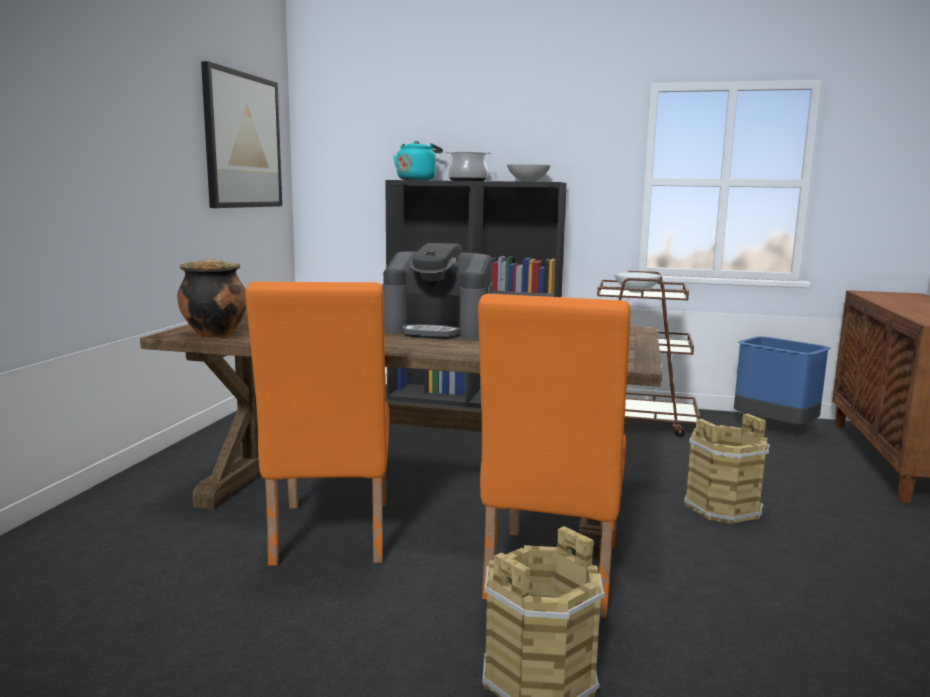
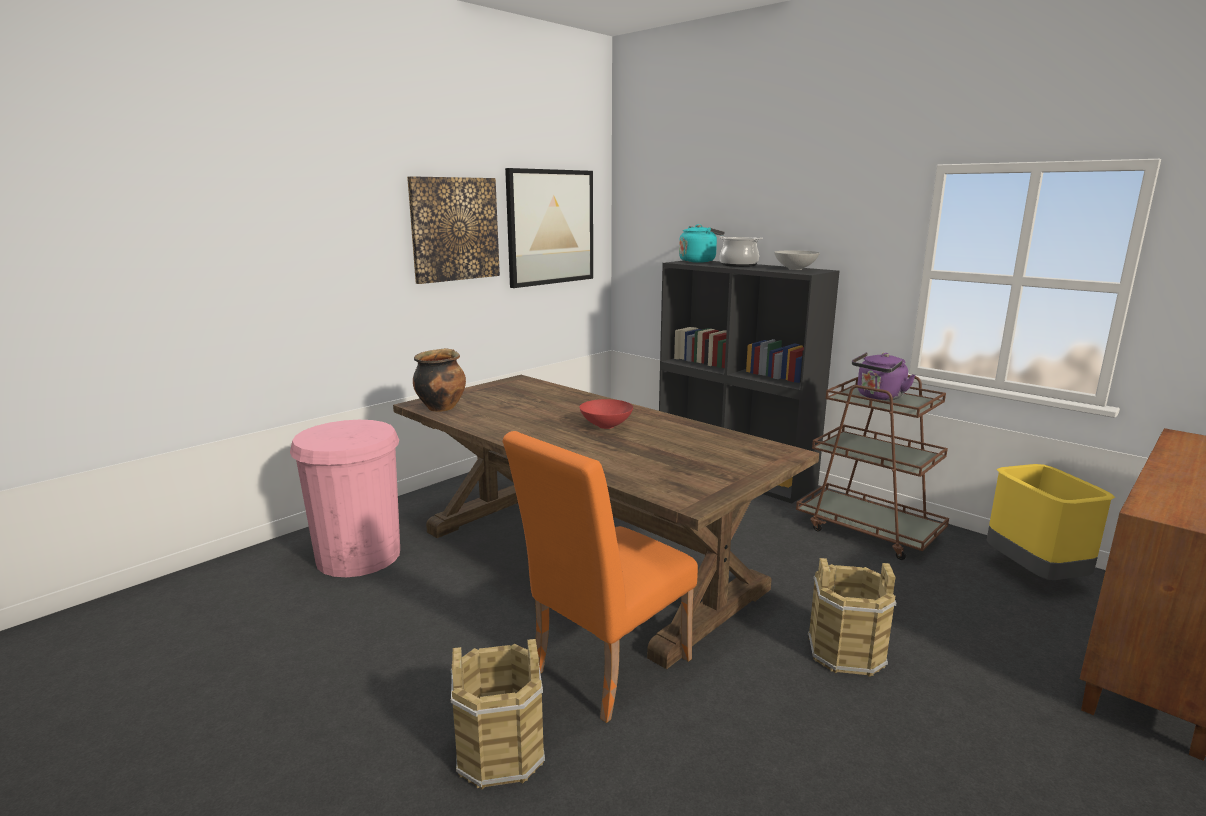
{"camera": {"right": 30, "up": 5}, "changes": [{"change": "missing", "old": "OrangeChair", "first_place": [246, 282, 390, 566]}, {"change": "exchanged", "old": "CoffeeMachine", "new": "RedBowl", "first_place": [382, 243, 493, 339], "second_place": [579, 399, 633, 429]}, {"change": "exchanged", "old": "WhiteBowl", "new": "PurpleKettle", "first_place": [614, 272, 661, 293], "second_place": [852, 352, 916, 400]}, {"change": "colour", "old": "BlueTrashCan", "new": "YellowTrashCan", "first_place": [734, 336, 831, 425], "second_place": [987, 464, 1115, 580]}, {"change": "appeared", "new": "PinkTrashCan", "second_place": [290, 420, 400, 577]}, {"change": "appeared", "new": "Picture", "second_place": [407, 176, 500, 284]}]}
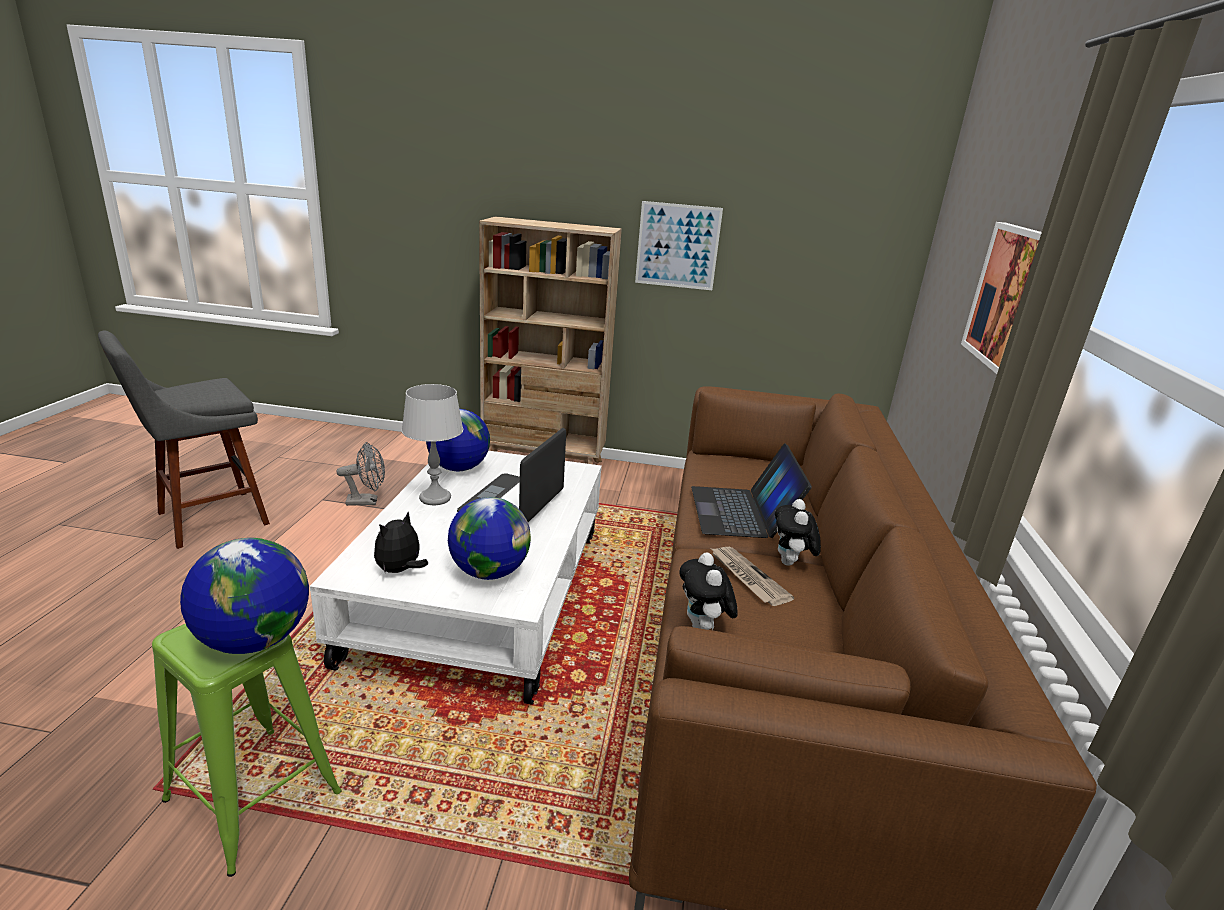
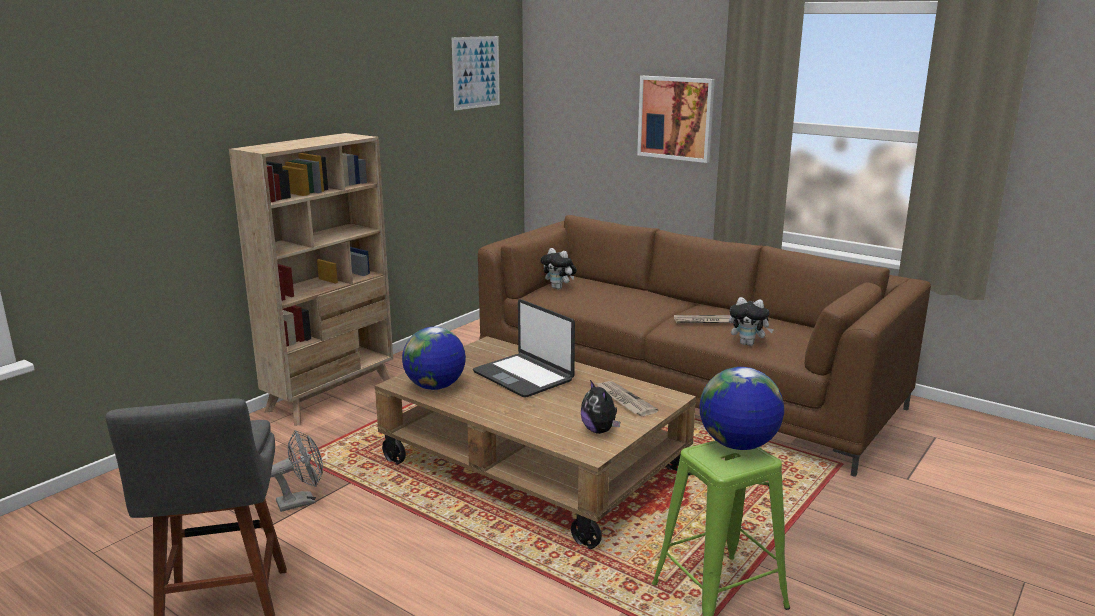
{"camera": {"right": -60, "up": -5}, "changes": [{"change": "colour", "old": "WhiteCoffeeTable", "new": "BrownCoffeeTable", "first_place": [310, 451, 602, 705], "second_place": [375, 336, 696, 549]}, {"change": "spun", "old": "GreyFan", "first_place": [336, 442, 385, 506], "second_place": [270, 430, 323, 512], "degrees": 45}, {"change": "missing", "old": "GreyTableLamp", "first_place": [402, 384, 463, 505]}, {"change": "exchanged", "old": "Globe", "new": "Newspaper", "first_place": [448, 497, 531, 580], "second_place": [596, 381, 658, 416]}, {"change": "relocated", "old": "Picture", "first_place": [635, 201, 723, 290], "second_place": [452, 36, 500, 110]}, {"change": "missing", "old": "Laptop", "first_place": [691, 443, 812, 538]}, {"change": "relocated", "old": "PlushToy", "first_place": [775, 499, 821, 566], "second_place": [541, 248, 577, 289]}]}
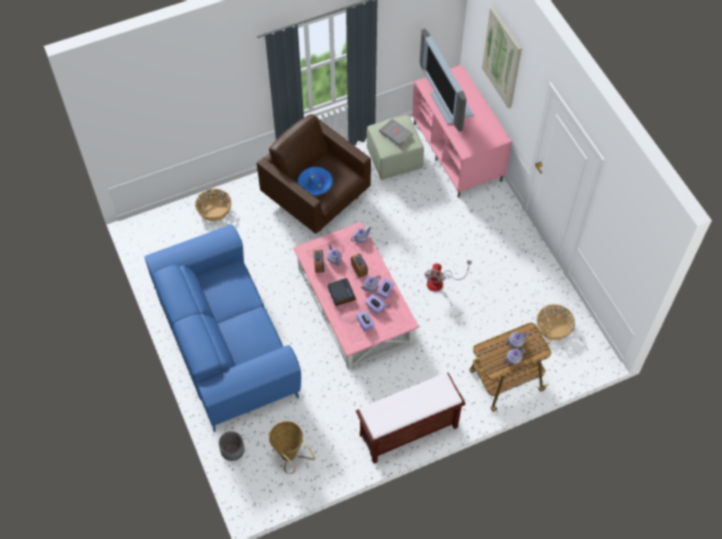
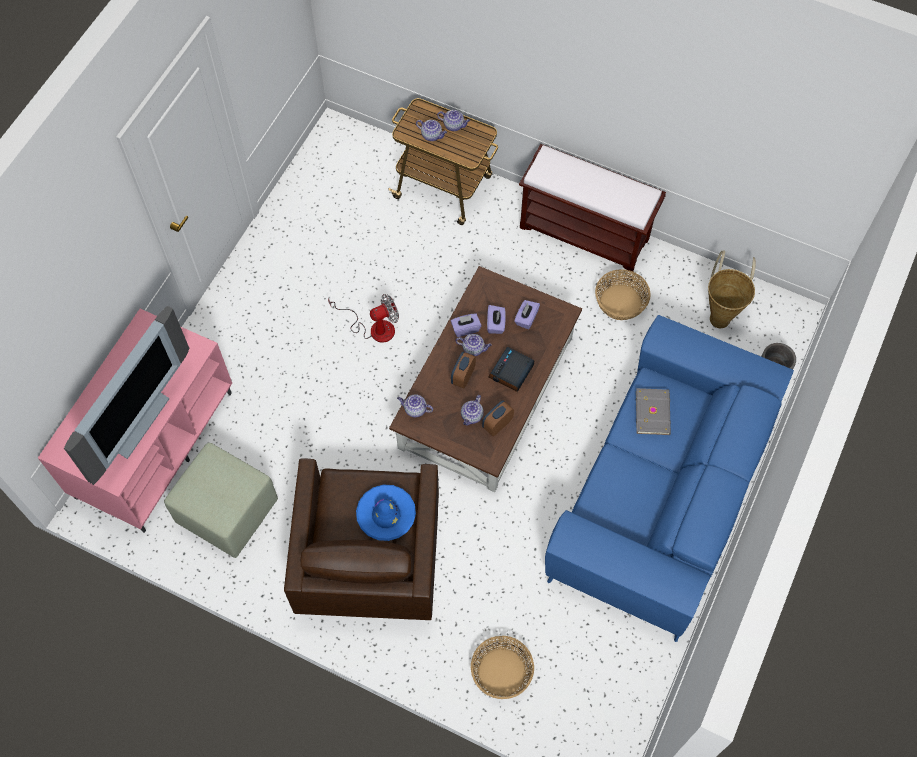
{"camera": {"right": -130, "up": 5}, "changes": [{"change": "colour", "old": "PinkCoffeeTable", "new": "BrownCoffeeTable", "first_place": [293, 222, 419, 370], "second_place": [389, 266, 582, 492]}, {"change": "relocated", "old": "GreyBook", "first_place": [379, 119, 413, 147], "second_place": [636, 388, 671, 435]}, {"change": "missing", "old": "Picture", "first_place": [482, 7, 522, 109]}, {"change": "relocated", "old": "Basket", "first_place": [536, 304, 575, 340], "second_place": [595, 269, 650, 320]}]}
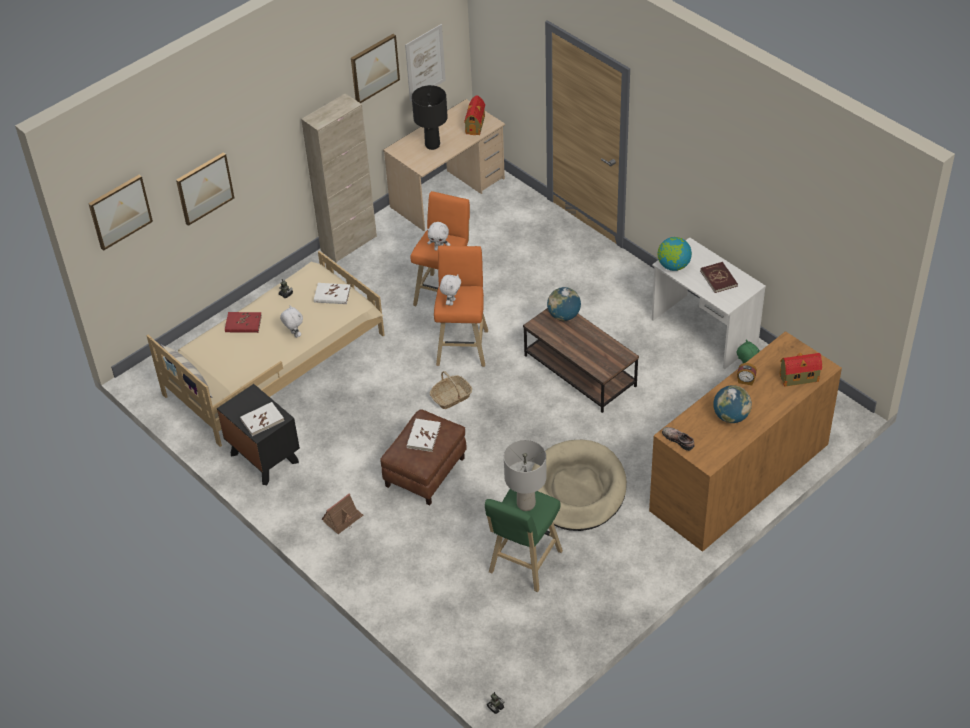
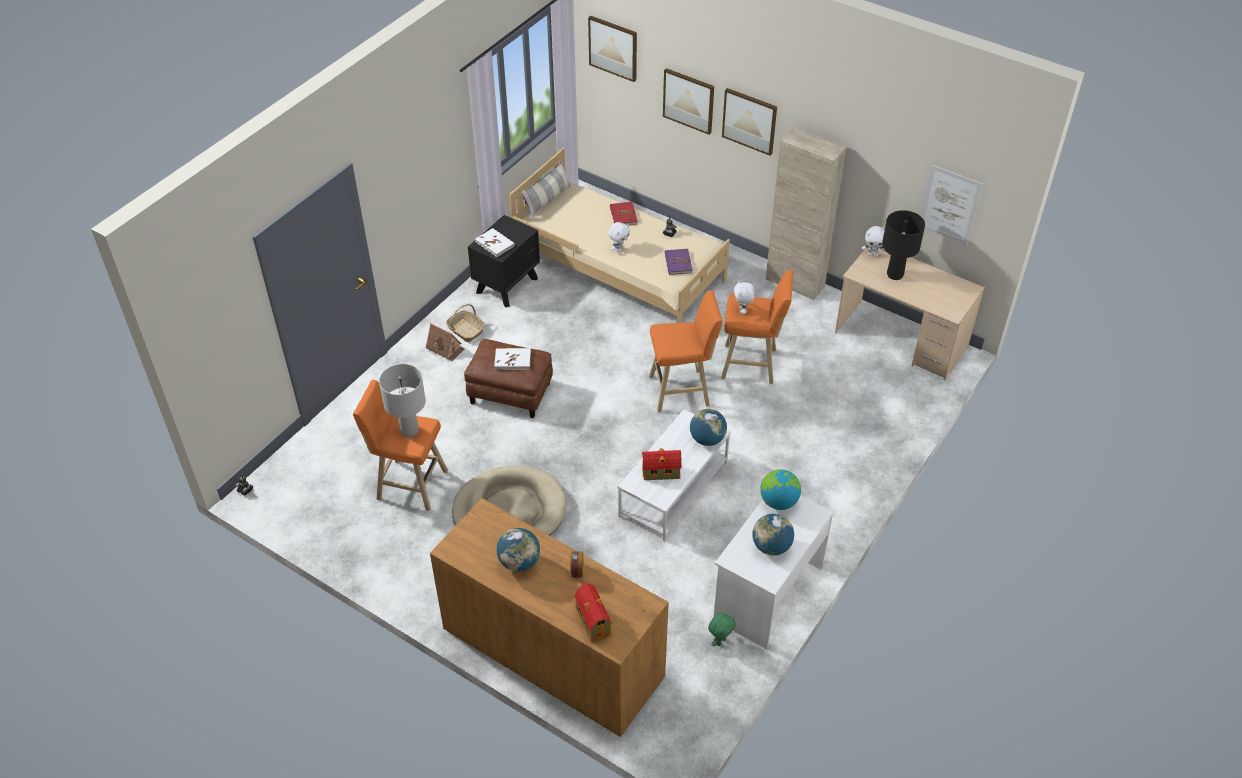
{"camera": {"right": 75, "up": 0}, "changes": [{"change": "colour", "old": "WhiteBook", "new": "PurpleBook", "first_place": [314, 283, 351, 304], "second_place": [665, 249, 693, 275]}, {"change": "relocated", "old": "Picture", "first_place": [351, 34, 400, 103], "second_place": [722, 88, 777, 156]}, {"change": "relocated", "old": "Basket", "first_place": [430, 371, 472, 409], "second_place": [446, 304, 485, 342]}, {"change": "relocated", "old": "WhitePlushToy", "first_place": [440, 275, 461, 306], "second_place": [862, 226, 885, 257]}, {"change": "relocated", "old": "ToyHouse", "first_place": [464, 95, 485, 135], "second_place": [642, 448, 682, 480]}, {"change": "colour", "old": "GreenStool", "new": "OrangeStool", "first_place": [485, 489, 563, 592], "second_place": [353, 380, 448, 511]}, {"change": "colour", "old": "BrownCoffeeTable", "new": "WhiteCoffeeTable", "first_place": [523, 308, 639, 413], "second_place": [617, 409, 731, 541]}, {"change": "missing", "old": "Shoe", "first_place": [662, 427, 694, 451]}, {"change": "exchanged", "old": "RedBook", "new": "Globe", "first_place": [700, 262, 738, 293], "second_place": [752, 514, 794, 555]}]}
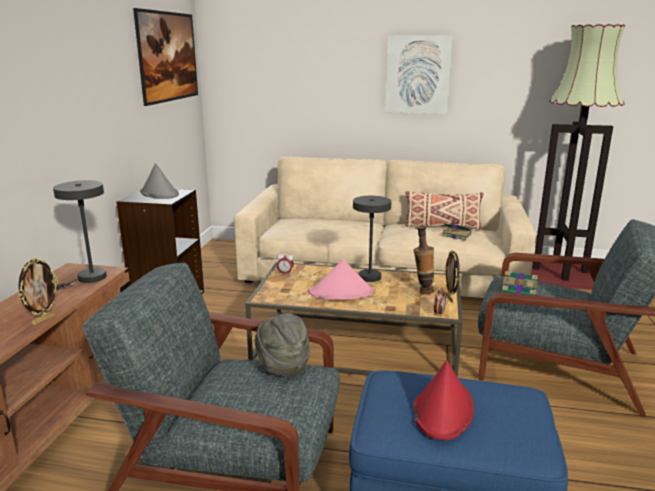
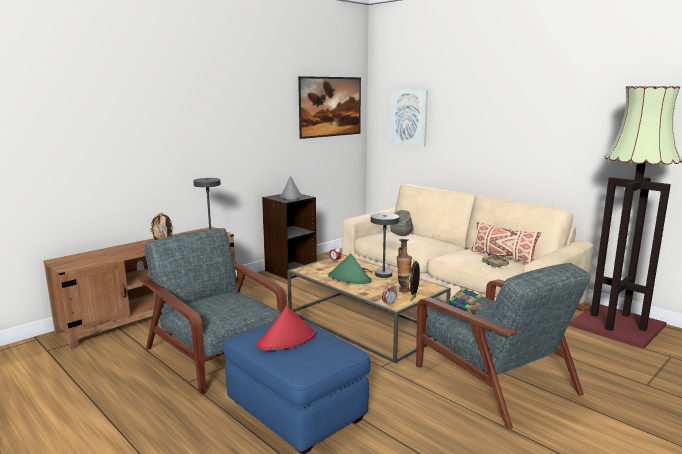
{"camera": {"right": 35, "up": -5}, "changes": [{"change": "relocated", "old": "GreyHat", "first_place": [254, 313, 310, 377], "second_place": [390, 210, 413, 236]}, {"change": "colour", "old": "PinkHat", "new": "GreenHat", "first_place": [309, 259, 374, 300], "second_place": [328, 254, 372, 284]}, {"change": "relocated", "old": "Picture", "first_place": [385, 35, 453, 114], "second_place": [389, 90, 428, 147]}]}
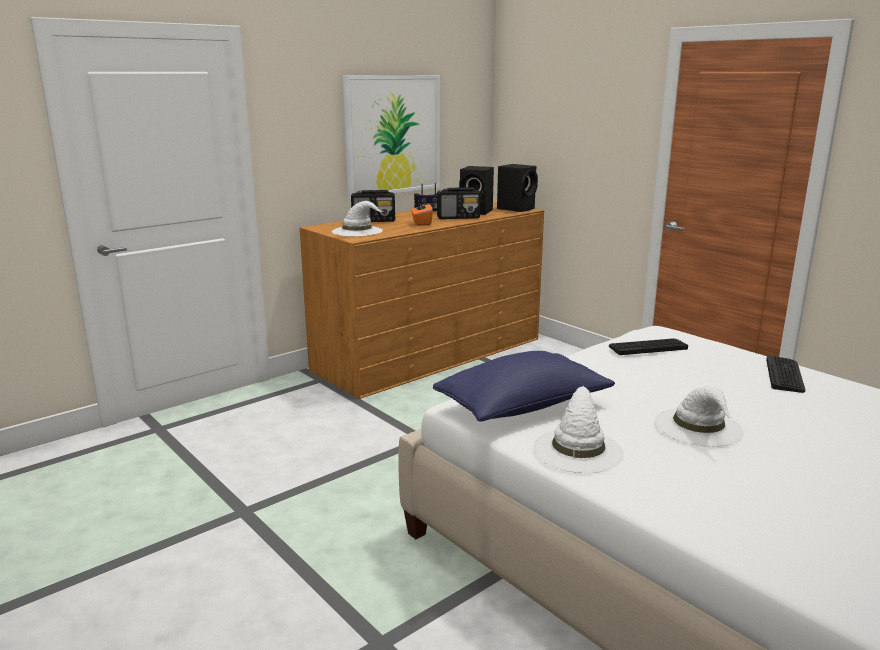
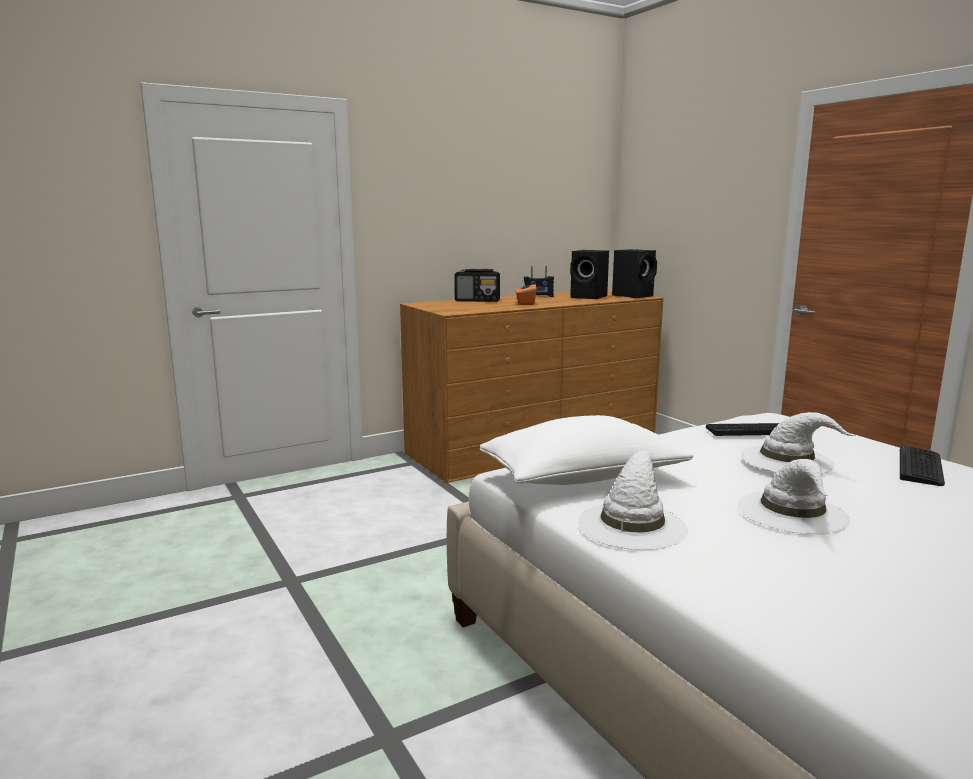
{"camera": {"right": 10, "up": -5}, "changes": [{"change": "relocated", "old": "WhiteHat", "first_place": [332, 201, 383, 236], "second_place": [741, 412, 856, 474]}, {"change": "missing", "old": "Picture", "first_place": [343, 75, 440, 199]}, {"change": "colour", "old": "BluePillow", "new": "WhitePillow", "first_place": [433, 351, 615, 422], "second_place": [480, 415, 693, 485]}, {"change": "missing", "old": "Radio", "first_place": [437, 187, 480, 219]}]}
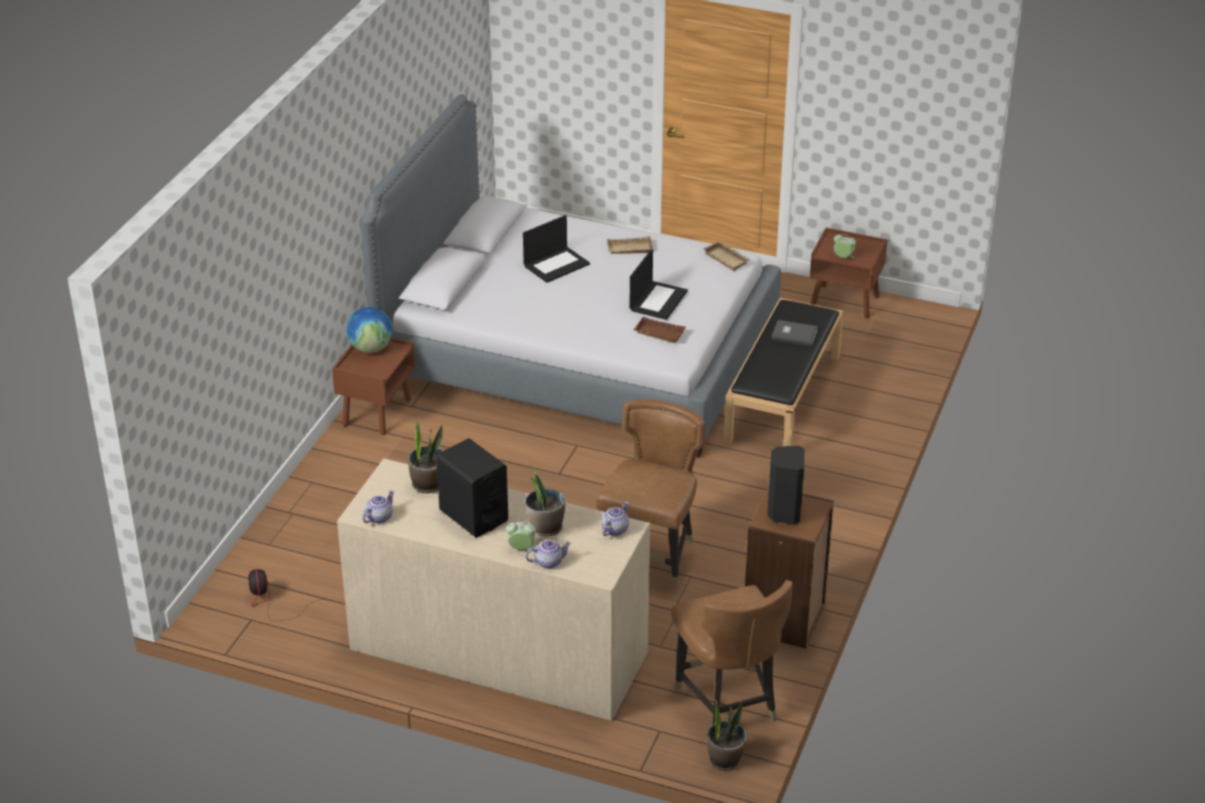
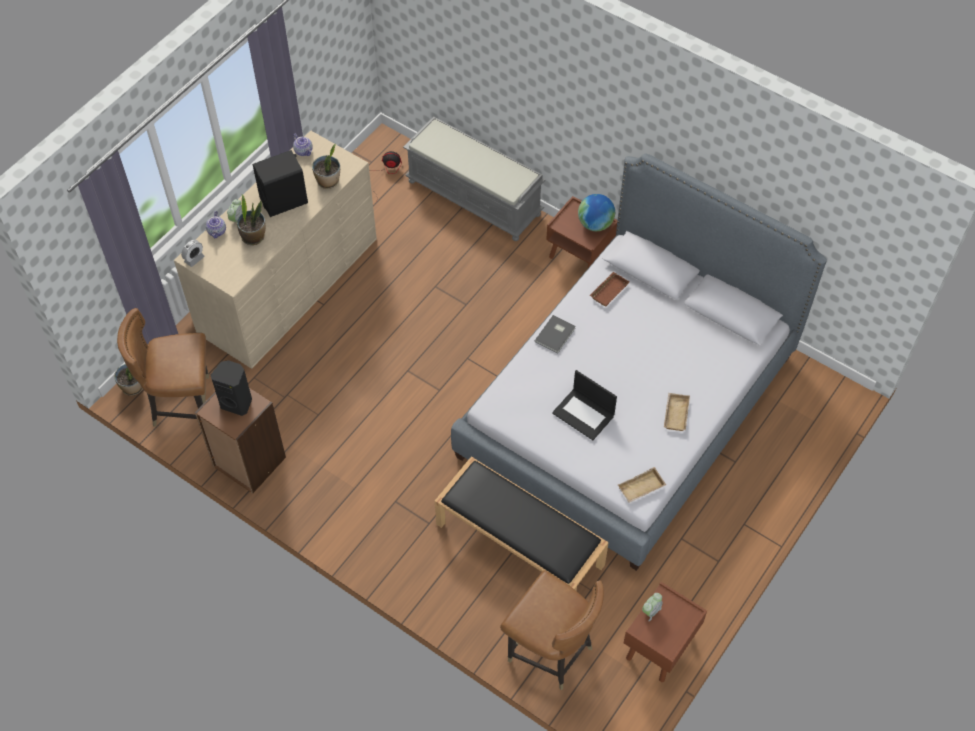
{"camera": {"right": 105, "up": 20}, "changes": [{"change": "missing", "old": "Laptop", "first_place": [523, 215, 590, 283]}, {"change": "relocated", "old": "BrownChair", "first_place": [596, 400, 705, 587], "second_place": [500, 570, 604, 690]}, {"change": "missing", "old": "Teapot", "first_place": [601, 502, 629, 536]}, {"change": "relocated", "old": "BrownTray", "first_place": [633, 317, 686, 343], "second_place": [590, 272, 629, 307]}, {"change": "relocated", "old": "GreyBook", "first_place": [771, 320, 818, 347], "second_place": [535, 315, 576, 354]}, {"change": "appeared", "new": "AlarmClock", "second_place": [181, 240, 205, 267]}, {"change": "appeared", "new": "GreyBench", "second_place": [403, 117, 545, 241]}]}
